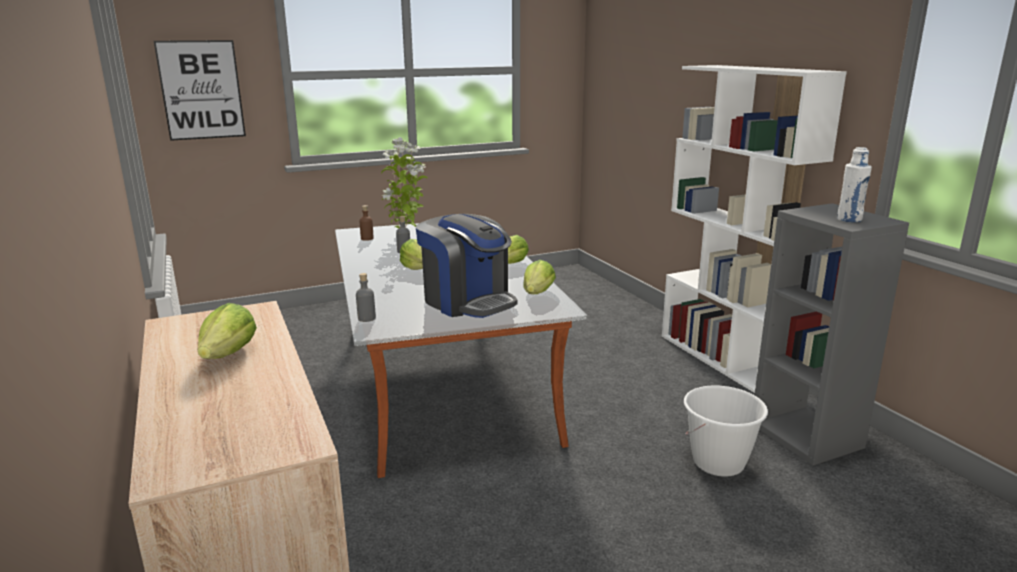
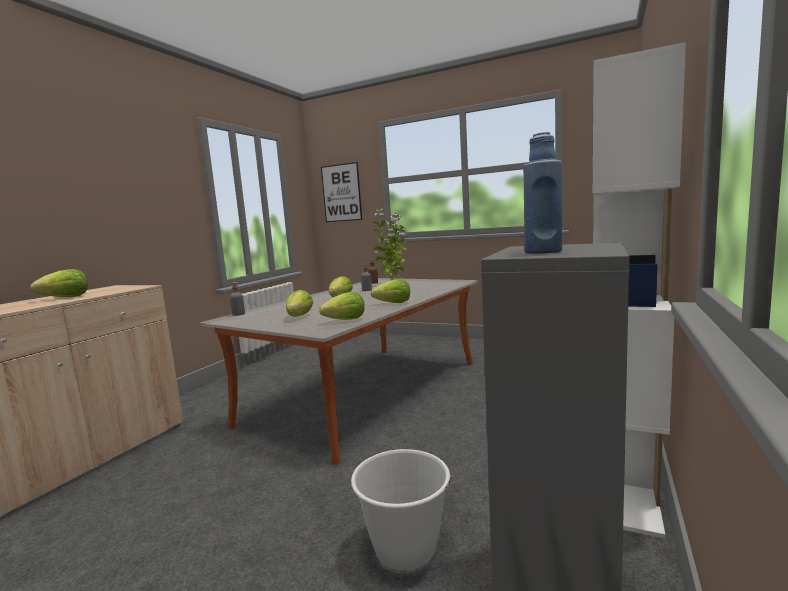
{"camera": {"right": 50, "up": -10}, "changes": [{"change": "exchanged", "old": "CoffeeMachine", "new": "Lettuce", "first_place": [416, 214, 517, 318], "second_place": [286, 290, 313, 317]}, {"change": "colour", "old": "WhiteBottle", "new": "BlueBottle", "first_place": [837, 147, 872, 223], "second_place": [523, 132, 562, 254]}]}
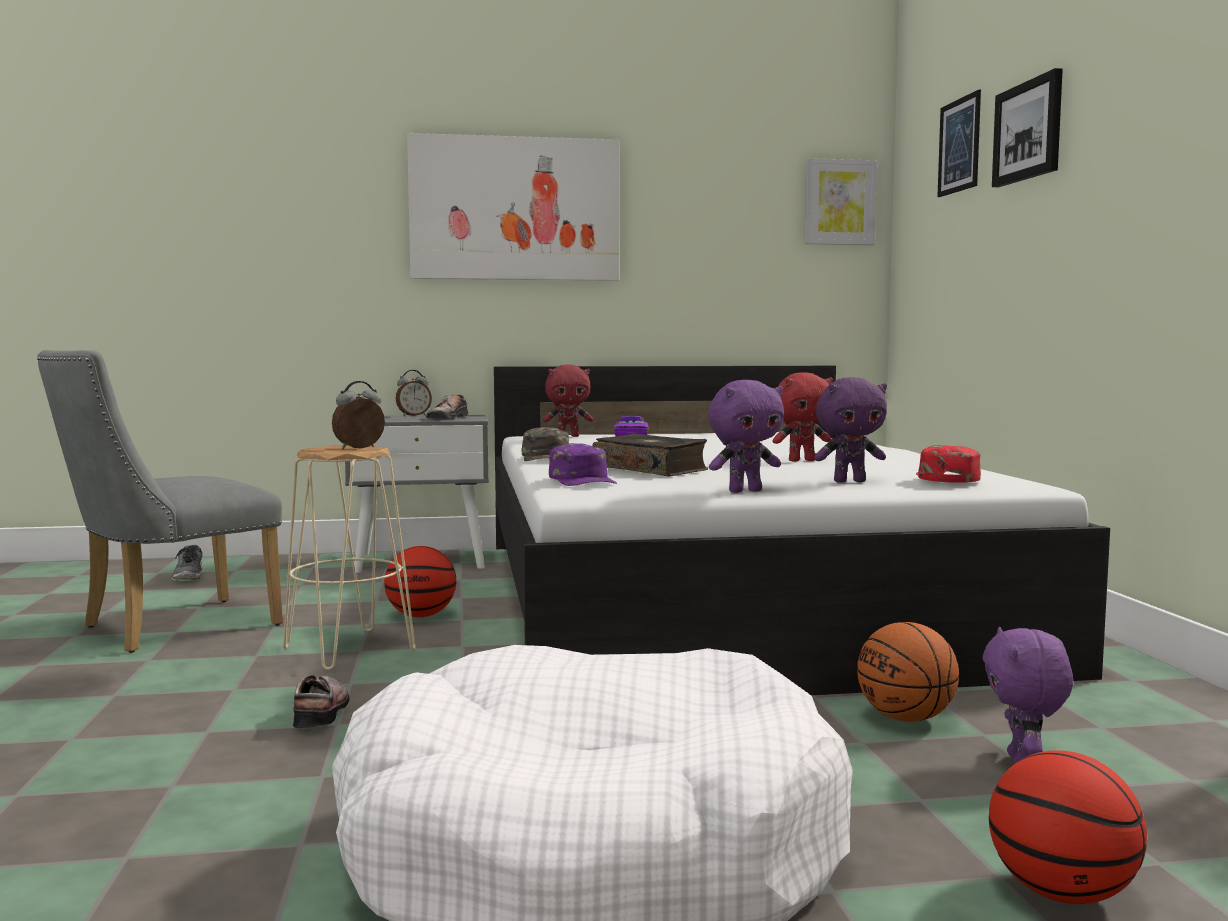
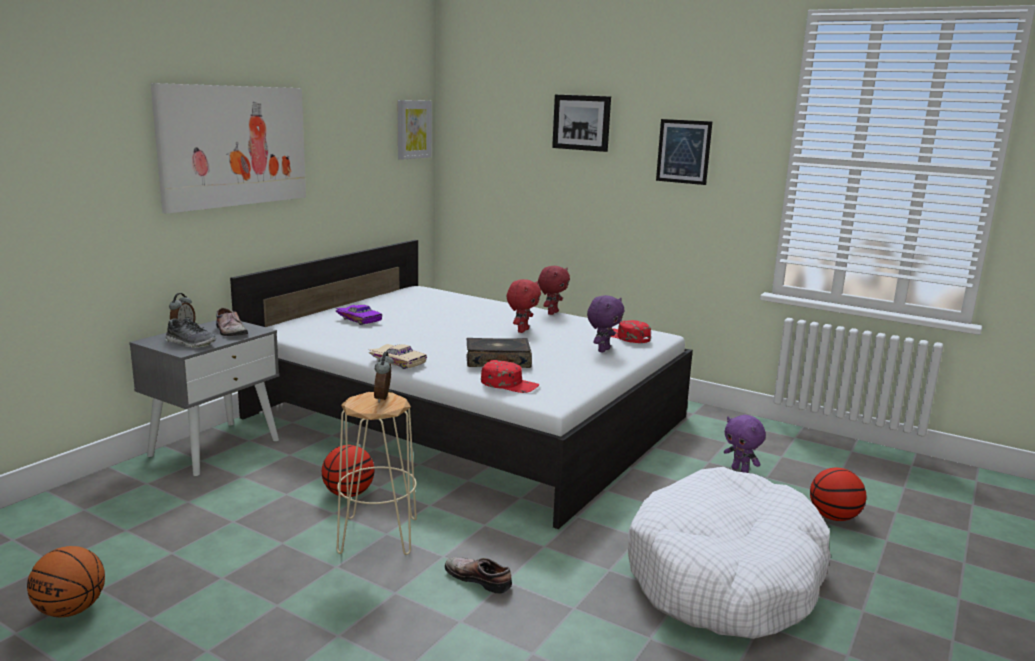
{"camera": {"right": -50, "up": 10}, "changes": [{"change": "missing", "old": "GreyChair", "first_place": [37, 350, 283, 653]}, {"change": "relocated", "old": "Shoe", "first_place": [172, 545, 203, 581], "second_place": [165, 318, 216, 348]}, {"change": "exchanged", "old": "GreenCap", "new": "BeigeToyCar", "first_place": [522, 427, 569, 461], "second_place": [369, 344, 427, 369]}, {"change": "relocated", "old": "RedPlushToy", "first_place": [543, 365, 593, 437], "second_place": [538, 266, 570, 315]}, {"change": "colour", "old": "PurpleCap", "new": "RedCap", "first_place": [549, 443, 617, 486], "second_place": [481, 360, 540, 393]}, {"change": "missing", "old": "PurplePlushToy", "first_place": [708, 380, 784, 493]}, {"change": "relocated", "old": "Basketball", "first_place": [857, 622, 959, 722], "second_place": [27, 546, 105, 617]}, {"change": "relocated", "old": "Picture", "first_place": [937, 90, 981, 197], "second_place": [656, 119, 712, 185]}]}
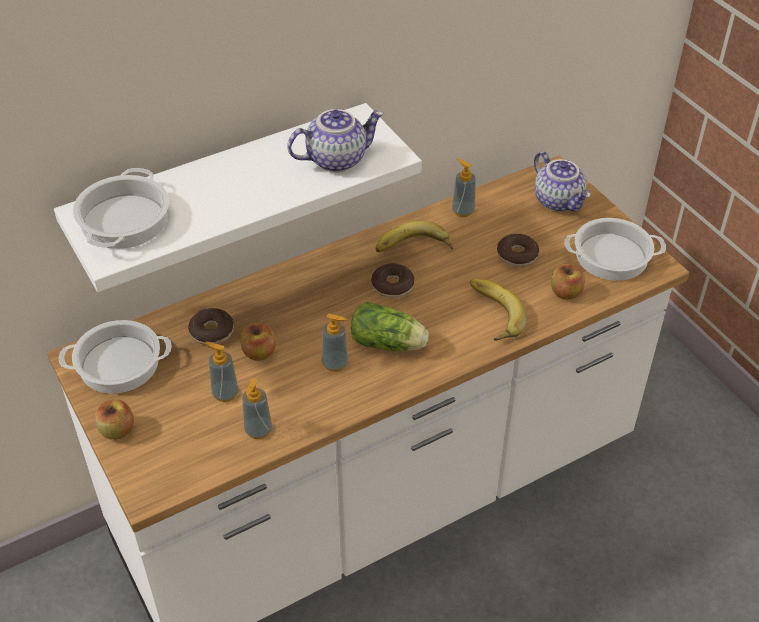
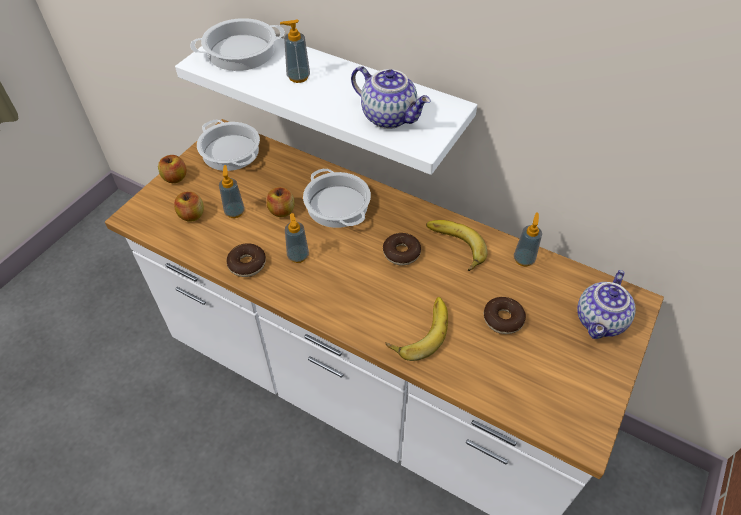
{"camera": {"right": 60, "up": 5}, "changes": [{"change": "relocated", "old": "Donut", "first_place": [188, 308, 234, 345], "second_place": [227, 243, 266, 277]}, {"change": "relocated", "old": "SoapDispenser", "first_place": [242, 378, 272, 439], "second_place": [280, 19, 310, 83]}, {"change": "missing", "old": "Lettuce", "first_place": [351, 302, 429, 351]}, {"change": "relocated", "old": "Apple", "first_place": [551, 264, 585, 300], "second_place": [174, 191, 204, 222]}, {"change": "relocated", "old": "CookingPot", "first_place": [564, 218, 666, 281], "second_place": [303, 169, 371, 228]}]}
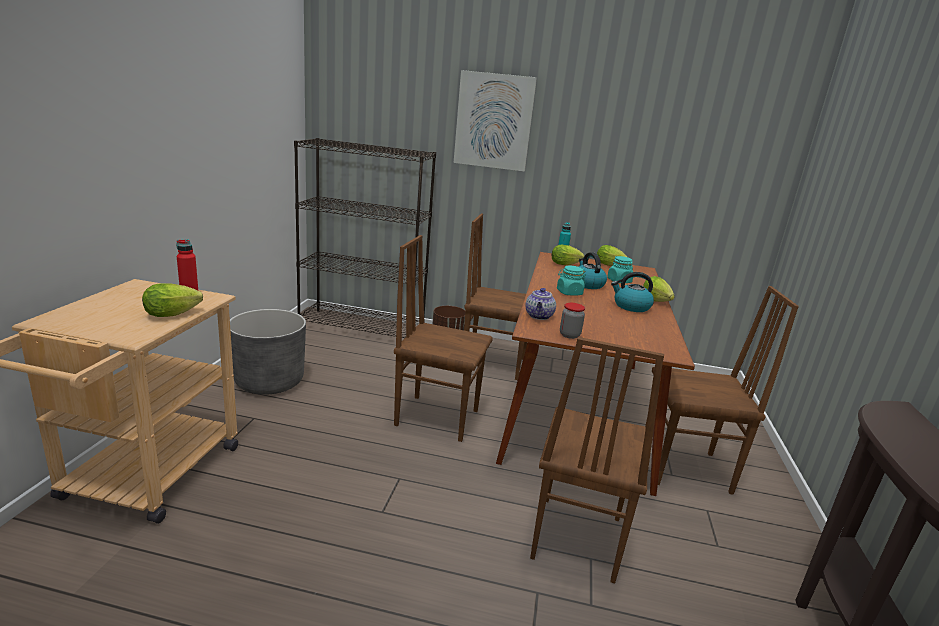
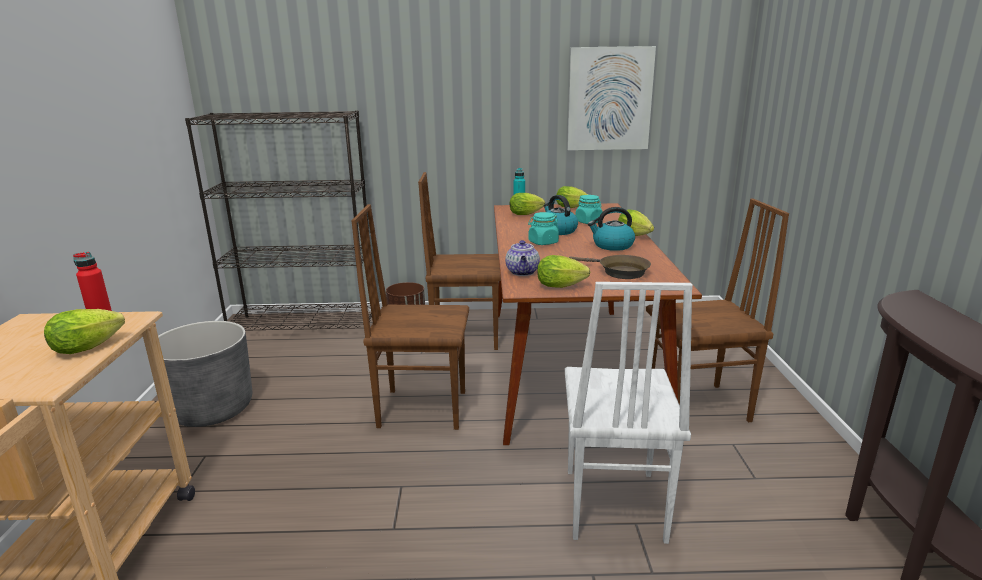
{"camera": {"right": -10, "up": 0}, "changes": [{"change": "relocated", "old": "Picture", "first_place": [453, 70, 537, 171], "second_place": [567, 46, 656, 150]}, {"change": "colour", "old": "BrownChair", "new": "WhiteChair", "first_place": [530, 337, 664, 584], "second_place": [565, 282, 693, 544]}, {"change": "exchanged", "old": "Jar", "new": "Lettuce", "first_place": [560, 303, 585, 339], "second_place": [537, 255, 590, 288]}, {"change": "appeared", "new": "BrownFryingPan", "second_place": [569, 255, 651, 279]}]}
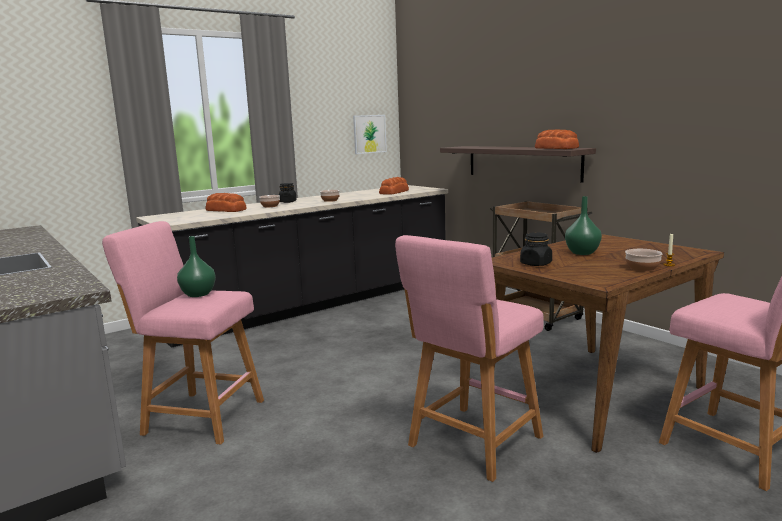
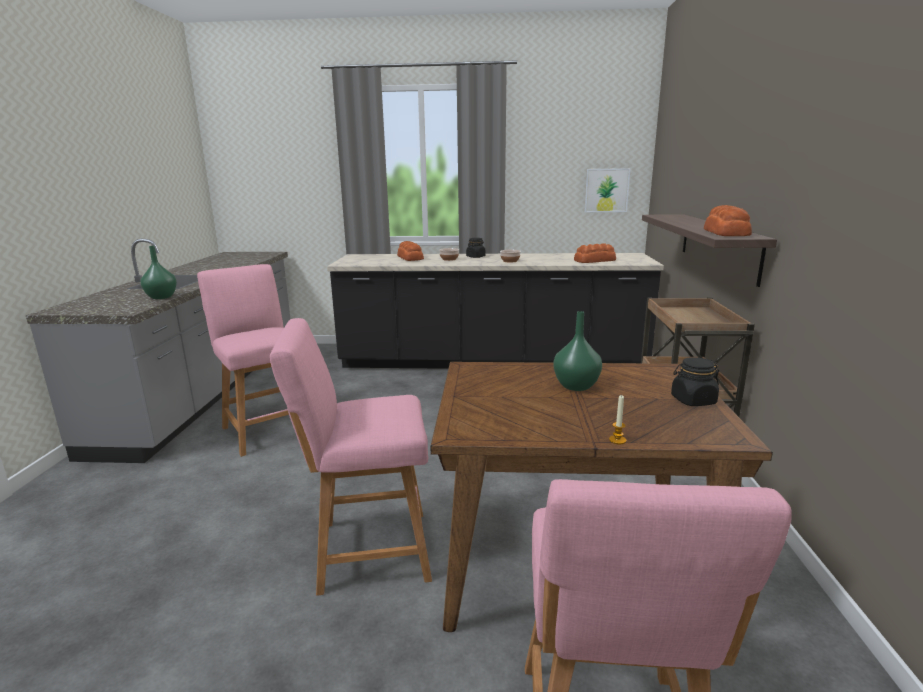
{"camera": {"right": 40, "up": 5}, "changes": [{"change": "relocated", "old": "GreenVase", "first_place": [177, 236, 216, 297], "second_place": [140, 246, 177, 299]}, {"change": "relocated", "old": "BlackJar", "first_place": [520, 232, 552, 266], "second_place": [671, 357, 719, 406]}, {"change": "missing", "old": "Bowl", "first_place": [625, 249, 662, 272]}]}
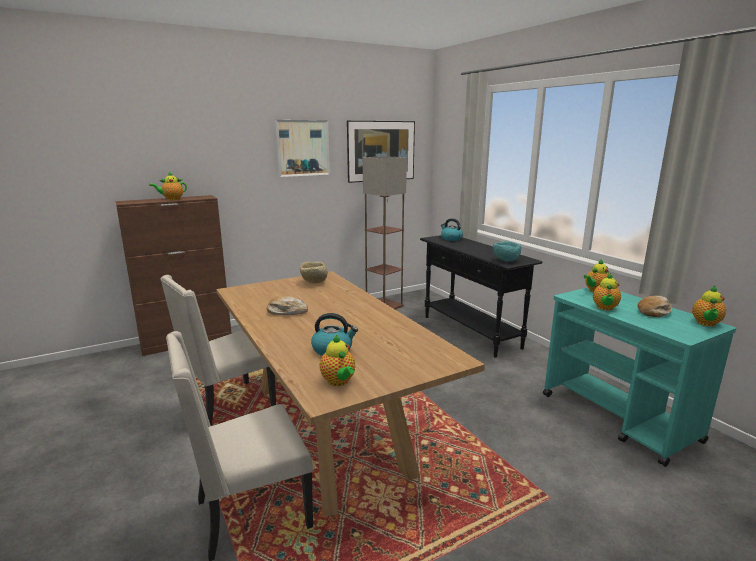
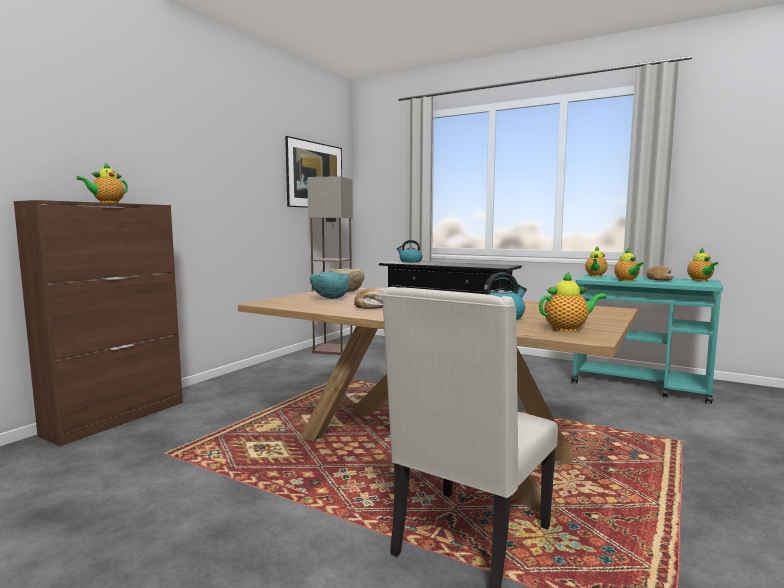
{"camera": {"right": -30, "up": -10}, "changes": [{"change": "missing", "old": "BeigeChair", "first_place": [160, 275, 276, 426]}, {"change": "missing", "old": "Picture", "first_place": [275, 120, 330, 177]}, {"change": "spun", "old": "Teapot", "first_place": [319, 335, 355, 386], "second_place": [539, 271, 607, 332], "degrees": -45}, {"change": "relocated", "old": "TurquoiseBowl", "first_place": [493, 241, 521, 262], "second_place": [310, 272, 350, 299]}]}
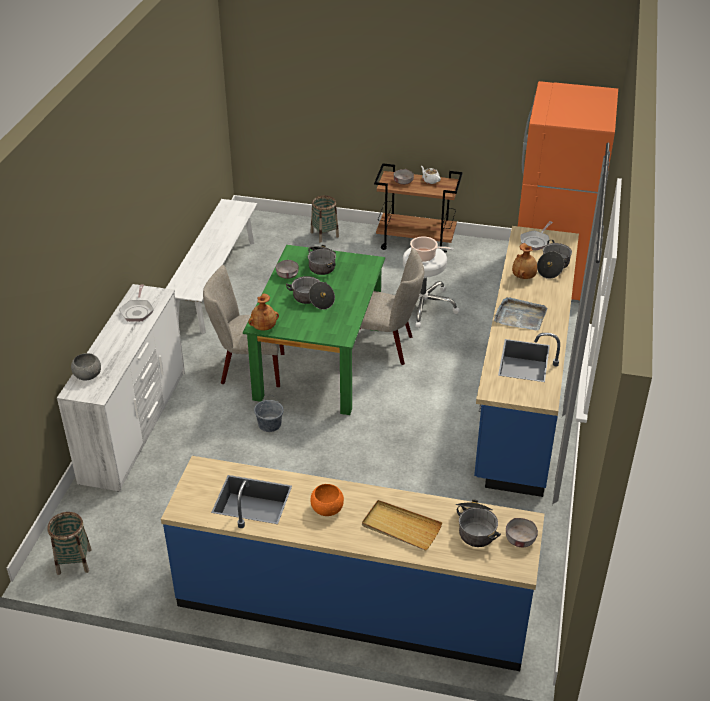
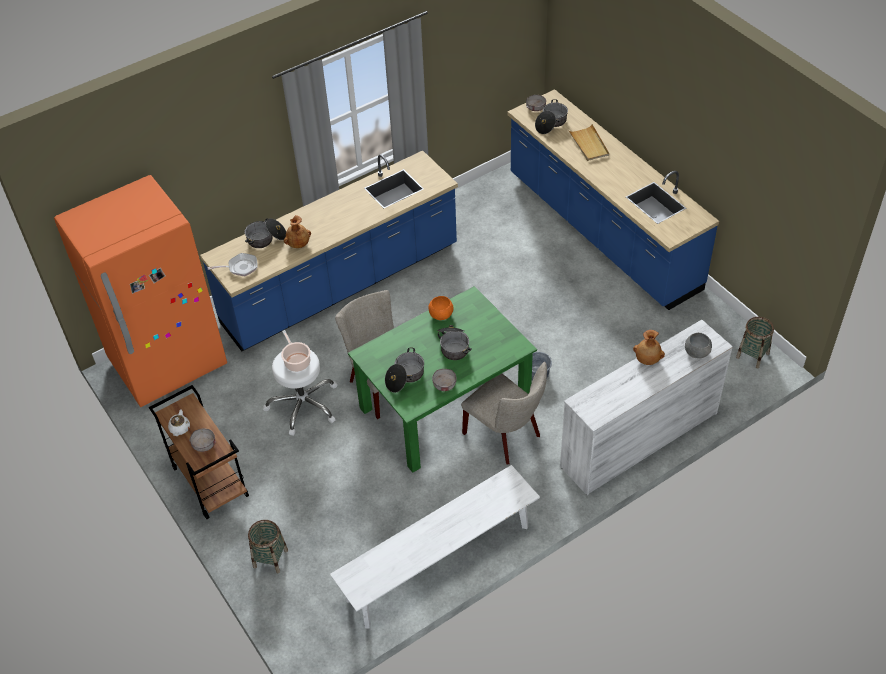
{"camera": {"right": -135, "up": 10}, "changes": [{"change": "missing", "old": "FryingPan", "first_place": [119, 284, 154, 322]}, {"change": "relocated", "old": "BrownVase", "first_place": [248, 293, 279, 330], "second_place": [633, 330, 665, 365]}, {"change": "relocated", "old": "OrangeBowl", "first_place": [311, 484, 344, 516], "second_place": [428, 296, 454, 320]}, {"change": "missing", "old": "GreyTray", "first_place": [494, 297, 547, 331]}]}
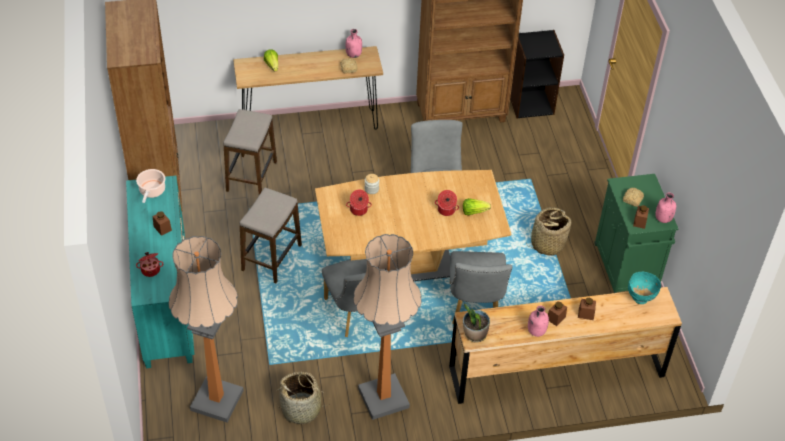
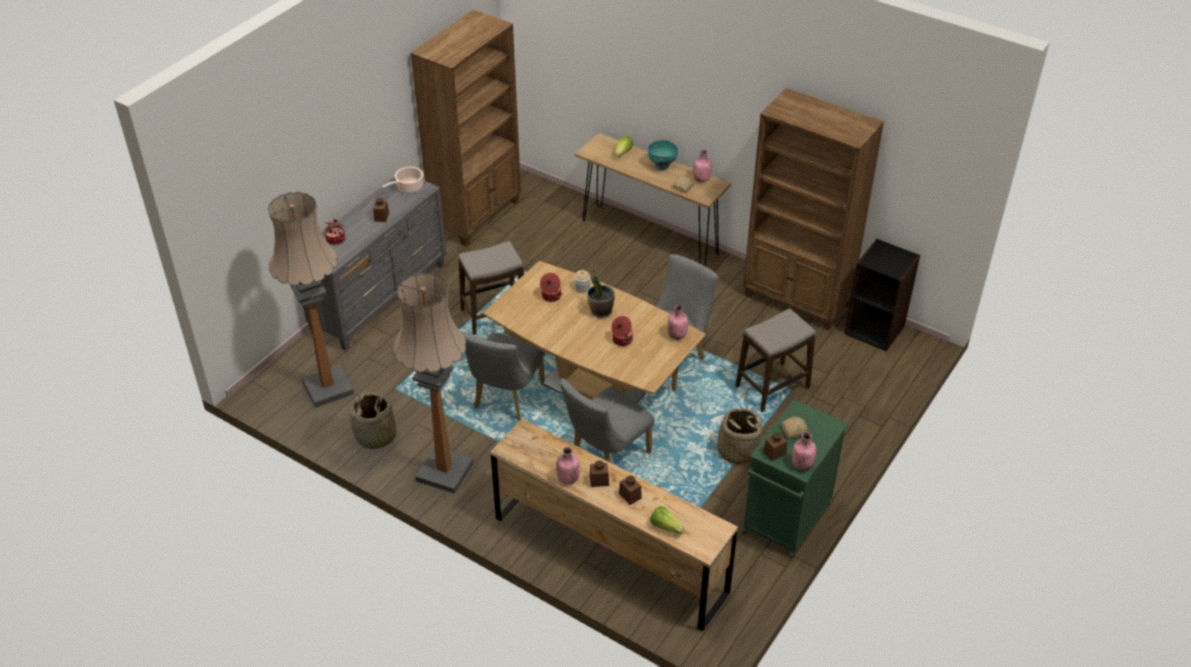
{"camera": {"right": 45, "up": -5}, "changes": [{"change": "colour", "old": "TurquoiseDresser", "new": "GreyDresser", "first_place": [126, 176, 195, 368], "second_place": [303, 176, 447, 351]}, {"change": "relocated", "old": "Stool", "first_place": [223, 109, 277, 195], "second_place": [735, 308, 815, 412]}, {"change": "relocated", "old": "Lettuce", "first_place": [463, 198, 491, 215], "second_place": [651, 506, 684, 534]}, {"change": "relocated", "old": "PottedPlant", "first_place": [463, 304, 490, 343], "second_place": [587, 269, 615, 318]}, {"change": "relocated", "old": "TurquoiseBowl", "first_place": [628, 272, 661, 304], "second_place": [648, 140, 678, 170]}, {"change": "appeared", "new": "PinkBottle", "second_place": [667, 305, 688, 340]}]}
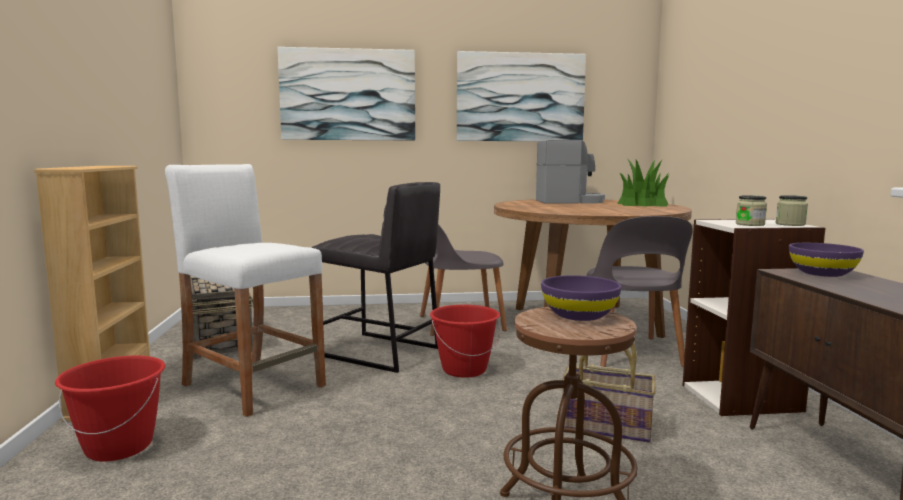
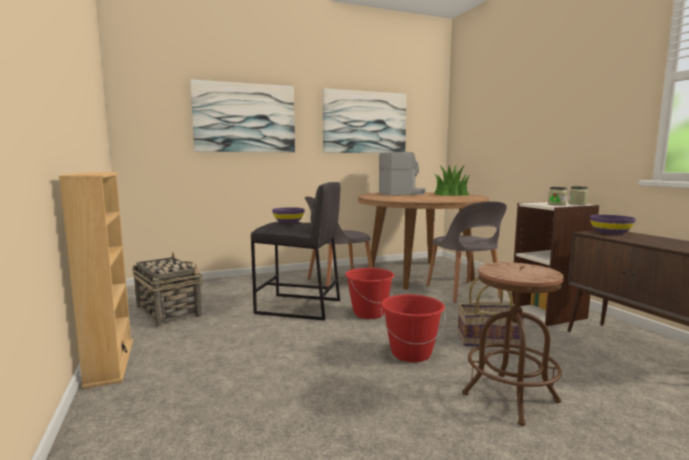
{"camera": {"right": -15, "up": 0}, "changes": [{"change": "relocated", "old": "RedBucket", "first_place": [55, 356, 166, 461], "second_place": [381, 294, 446, 362]}, {"change": "missing", "old": "WhiteStool", "first_place": [165, 164, 326, 417]}, {"change": "relocated", "old": "PurpleBowl", "first_place": [541, 275, 621, 321], "second_place": [272, 207, 305, 224]}]}
